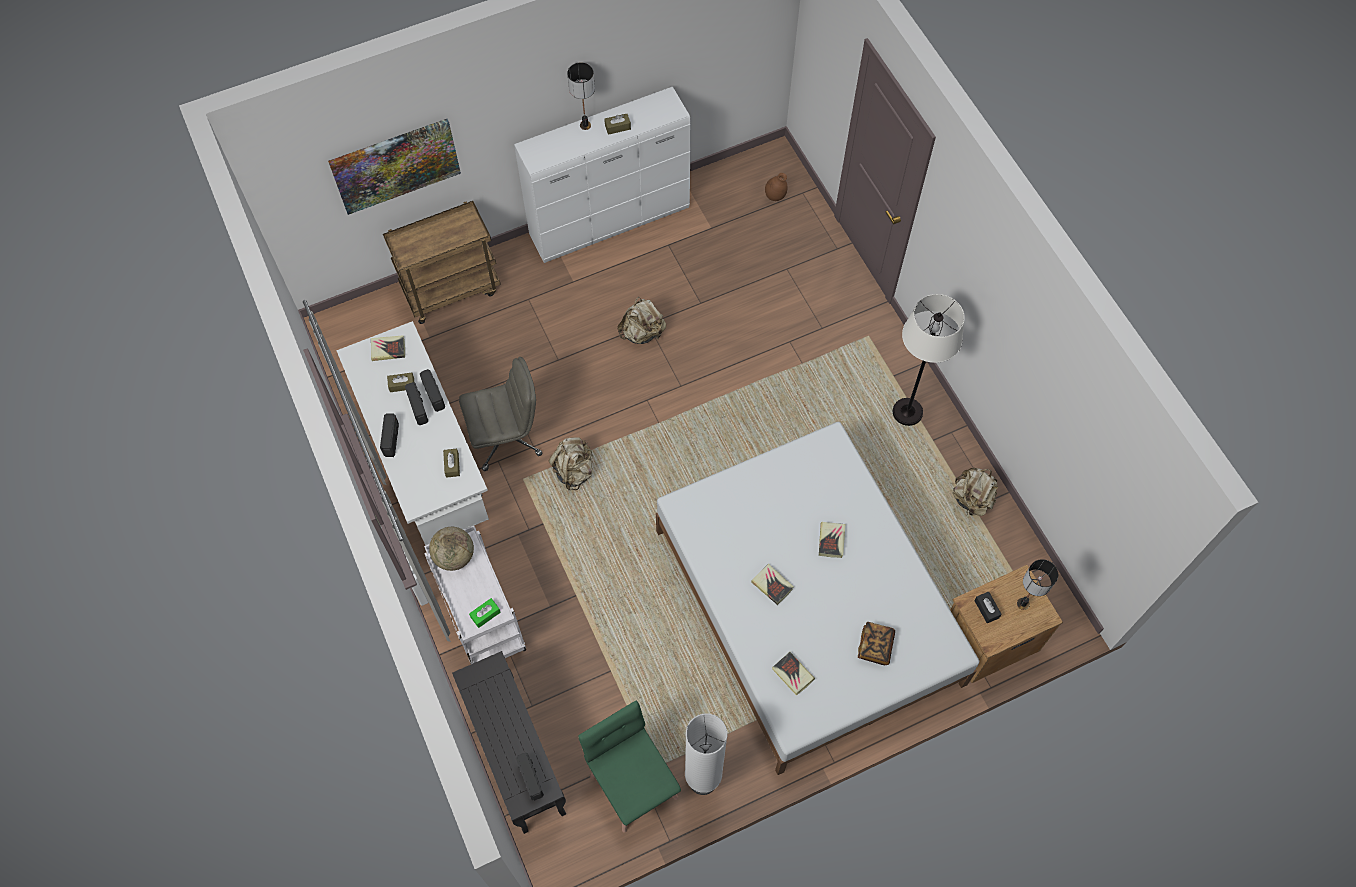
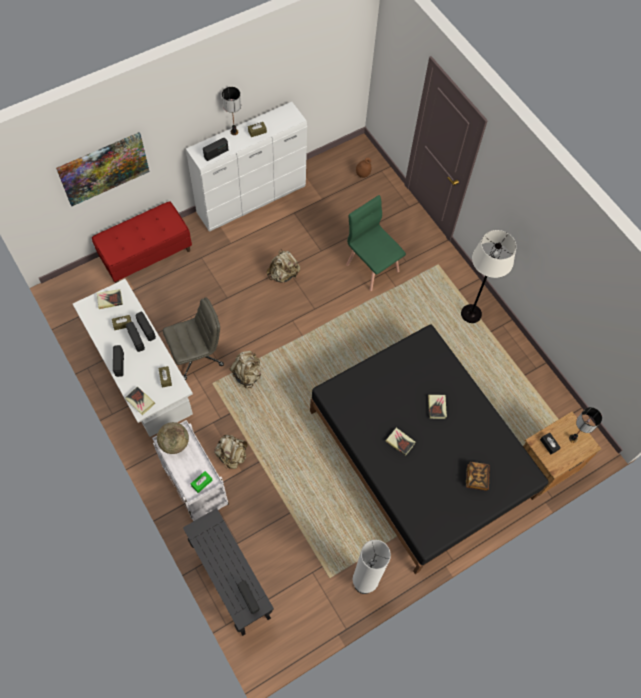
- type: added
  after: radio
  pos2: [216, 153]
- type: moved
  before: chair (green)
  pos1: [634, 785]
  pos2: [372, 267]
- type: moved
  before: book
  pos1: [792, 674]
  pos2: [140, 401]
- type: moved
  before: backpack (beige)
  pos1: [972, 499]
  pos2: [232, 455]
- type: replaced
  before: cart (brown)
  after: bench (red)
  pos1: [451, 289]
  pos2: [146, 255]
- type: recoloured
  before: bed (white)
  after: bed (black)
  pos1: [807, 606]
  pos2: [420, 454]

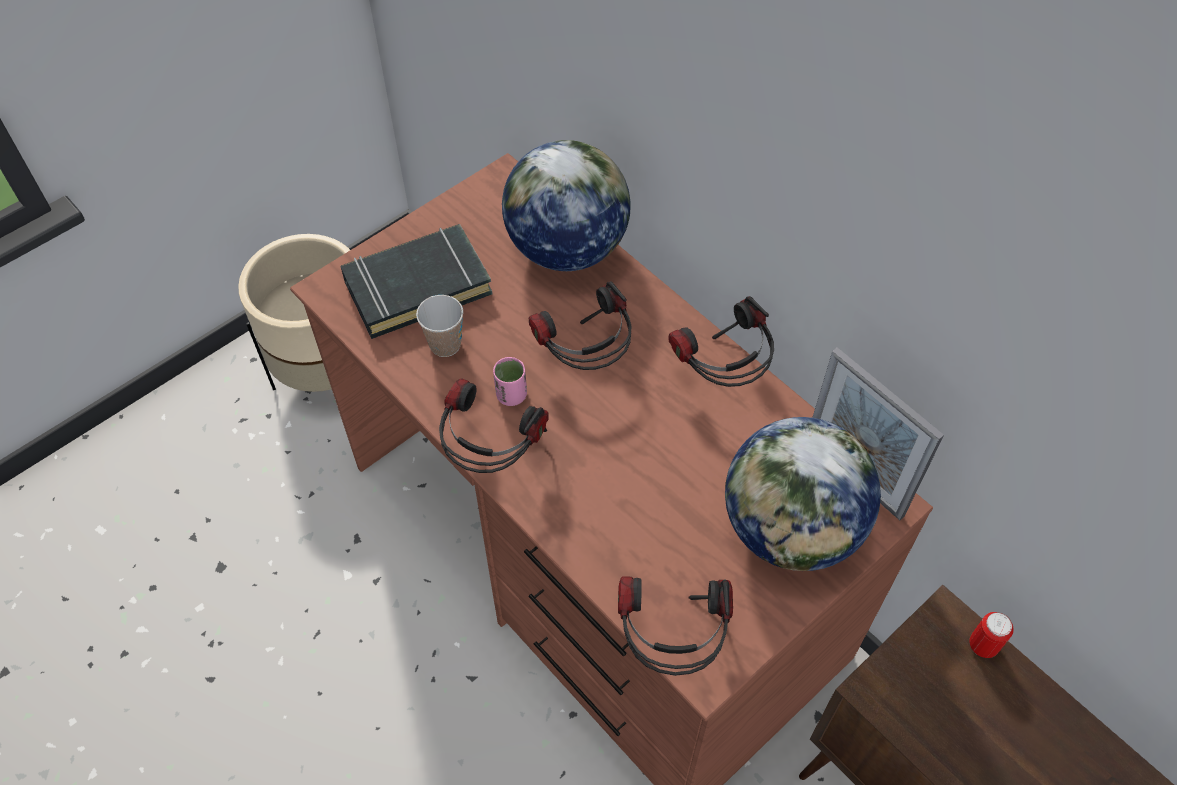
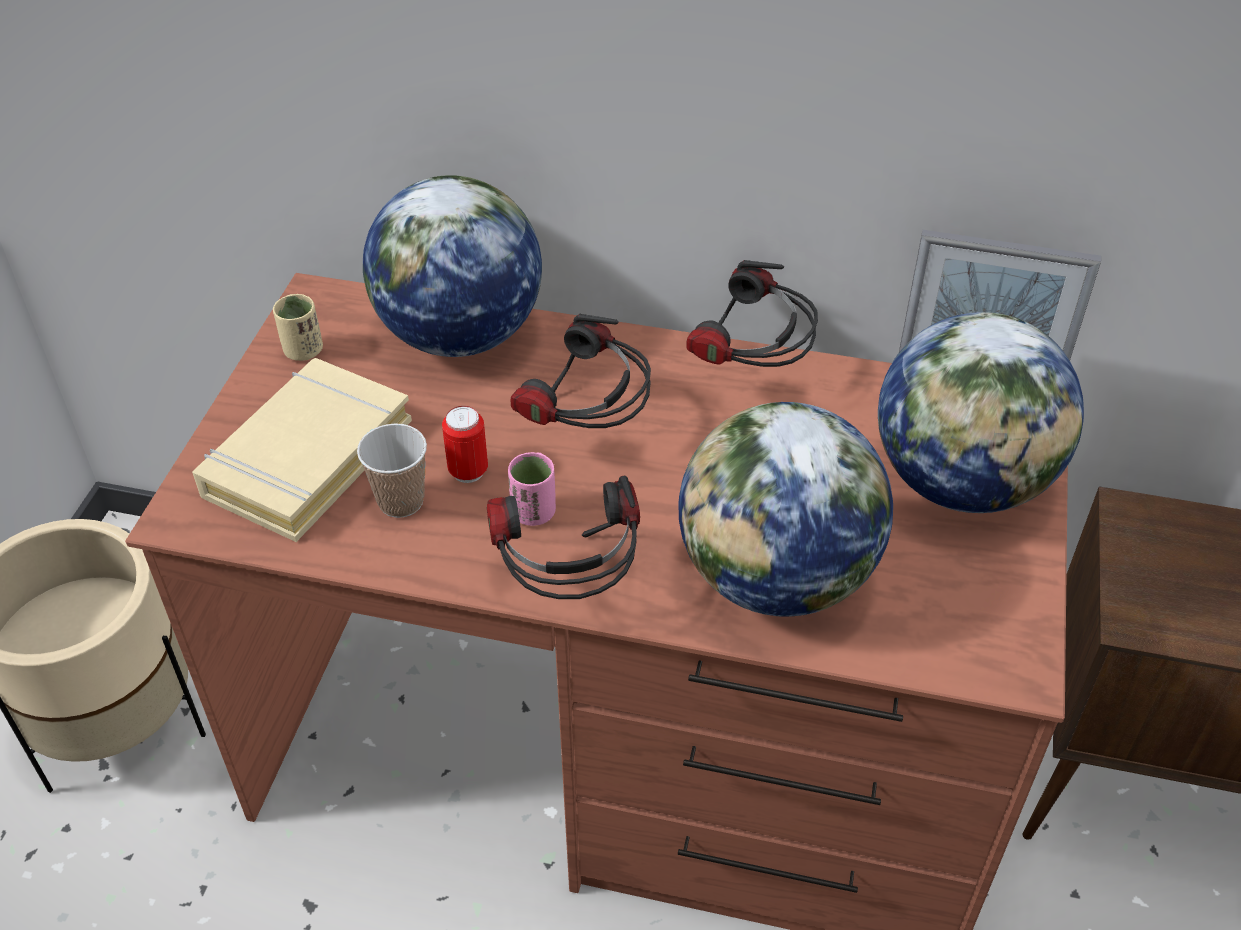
- type: removed
  before: headphones
  pos1: [671, 643]
- type: added
  after: cup (beige)
  pos2: [303, 351]
- type: added
  after: globe
  pos2: [776, 578]
- type: moved
  before: can
  pos1: [982, 646]
  pos2: [468, 471]
- type: recoloured
  before: book (black)
  after: book (beige)
  pos1: [417, 287]
  pos2: [306, 457]

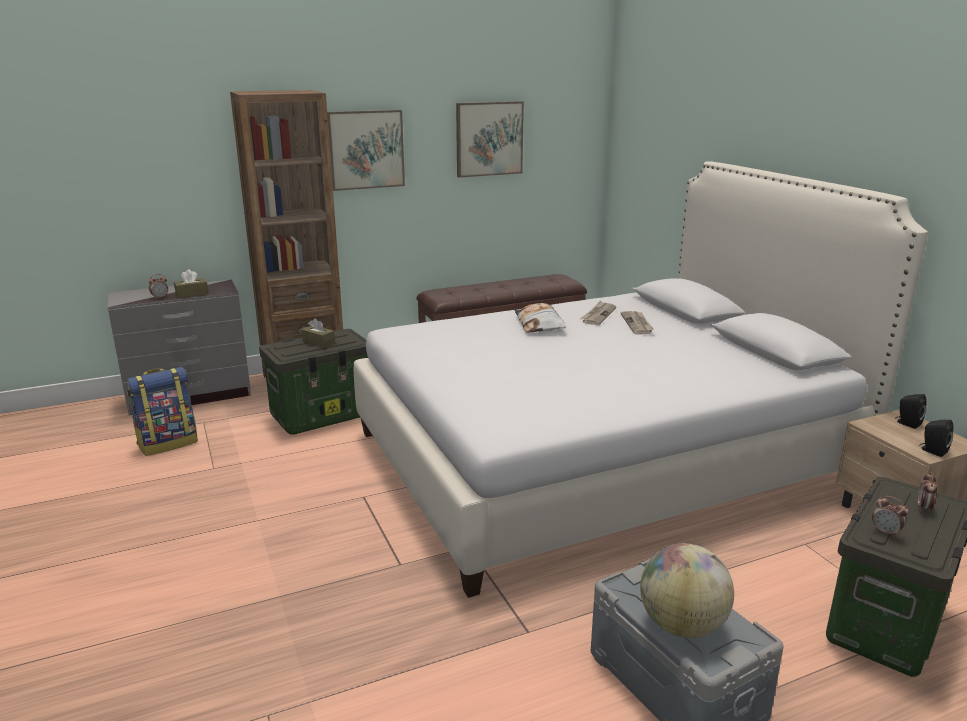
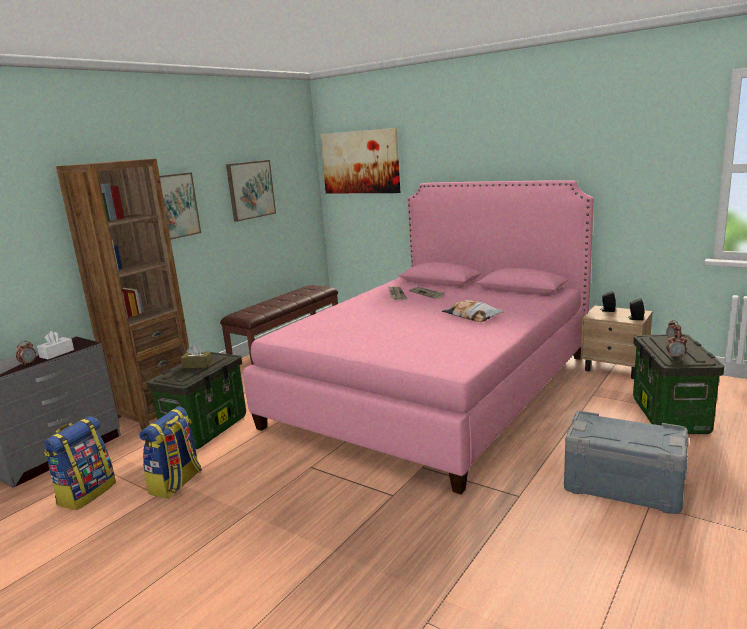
- type: removed
  before: globe
  pos1: [682, 625]
- type: added
  after: backpack
  pos2: [176, 483]
- type: added
  after: picture
  pos2: [360, 162]
- type: moved
  before: pillow
  pos1: [539, 324]
  pos2: [472, 316]
- type: recoloured
  before: tissue box (brown)
  after: tissue box (white)
  pos1: [192, 294]
  pos2: [57, 353]
- type: recoloured
  before: bed (white)
  after: bed (pink)
  pos1: [600, 456]
  pos2: [434, 389]

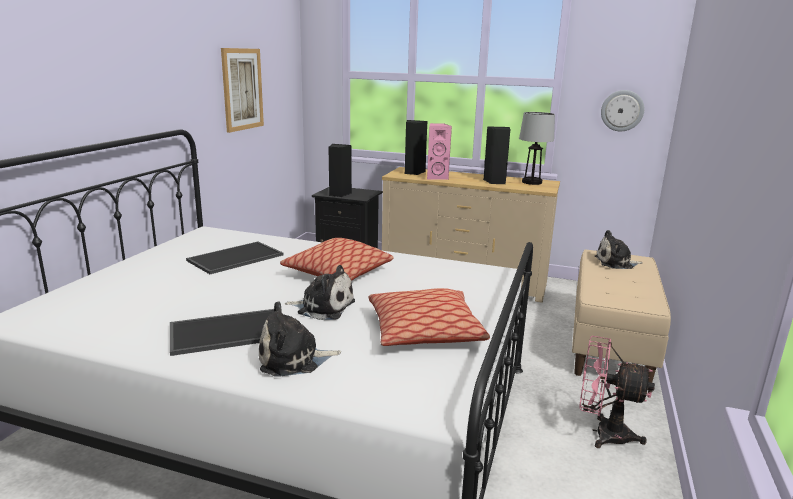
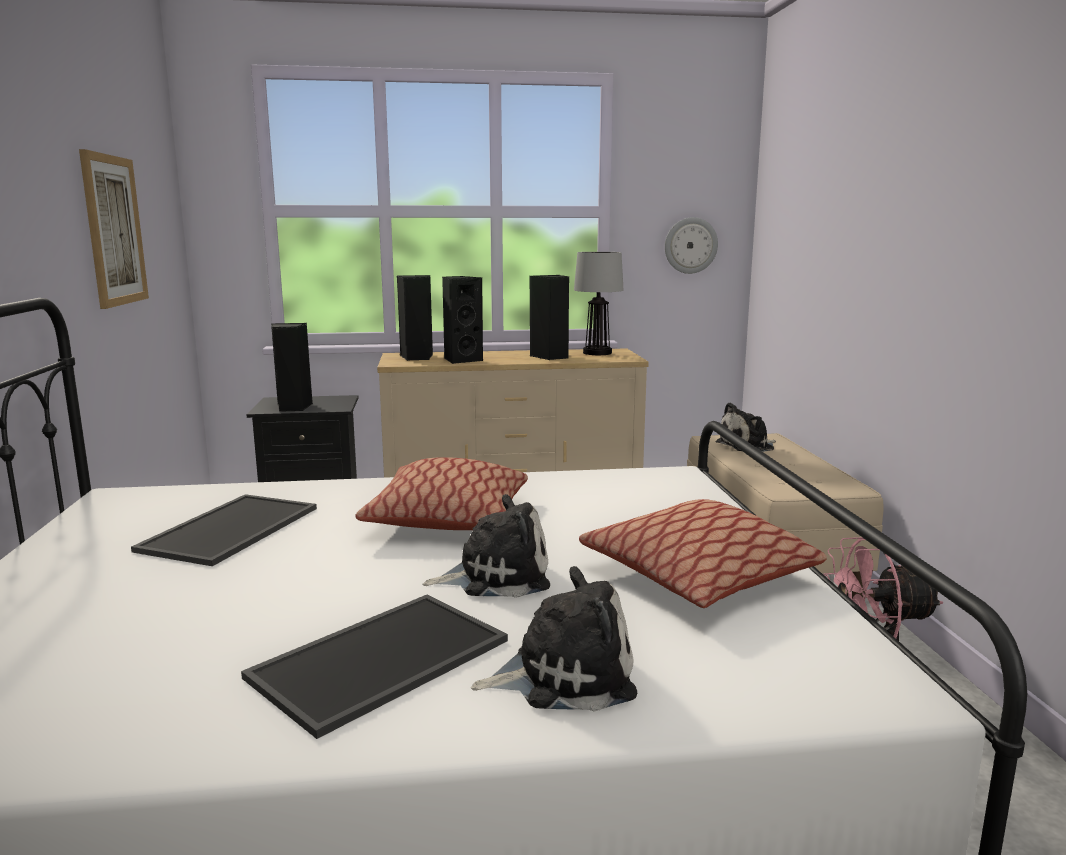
- type: recoloured
  before: speaker (pink)
  after: speaker (black)
  pos1: [436, 177]
  pos2: [461, 360]
- type: turned
  before: plush toy
  pos1: [293, 359]
  pos2: [564, 674]
  turn: -150

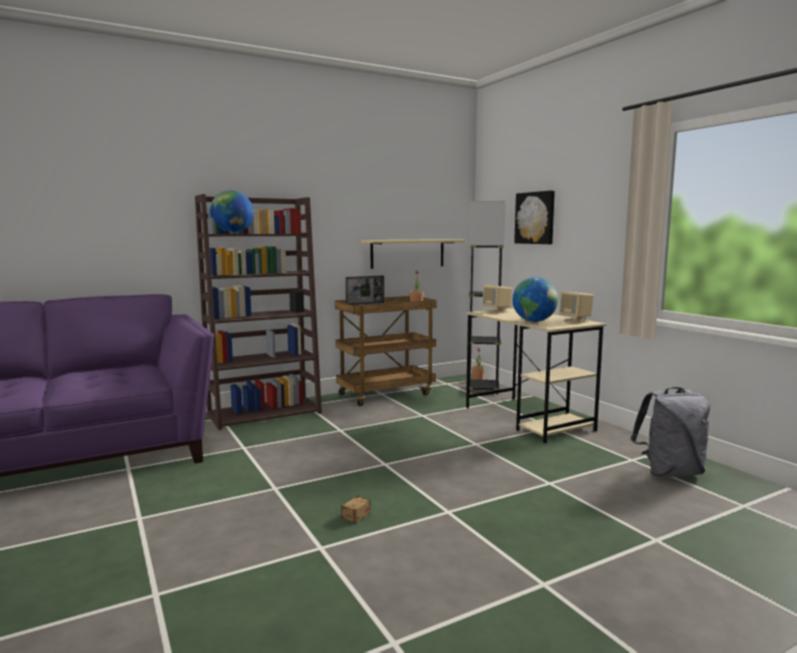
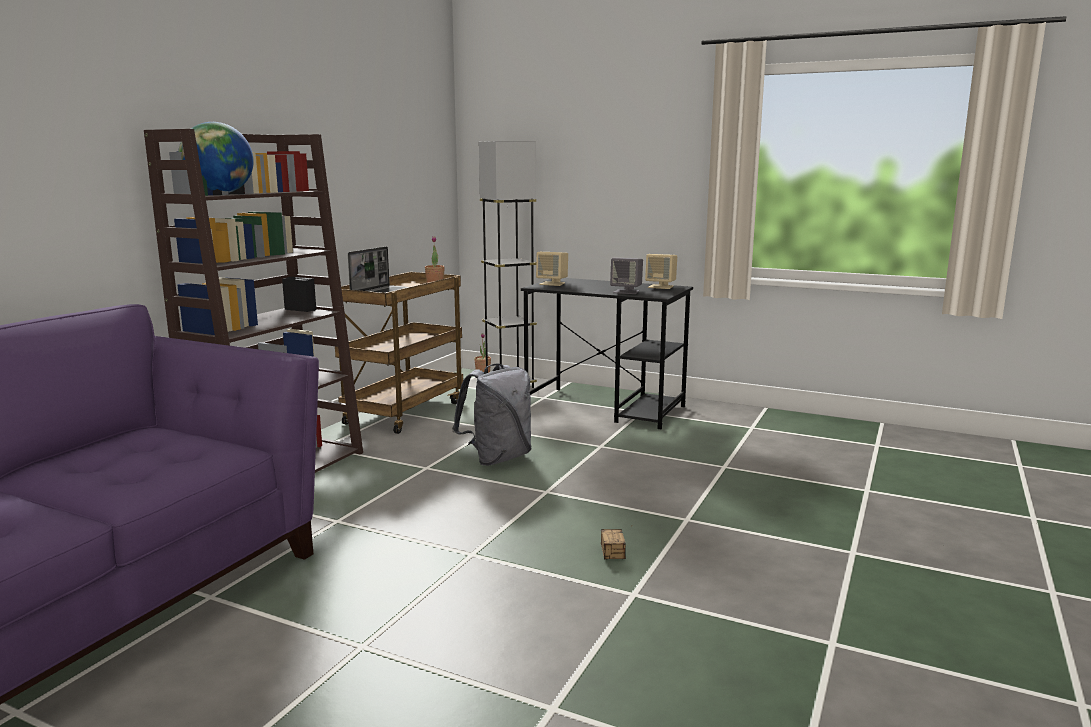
- type: removed
  before: shelf (beige)
  pos1: [407, 253]
- type: removed
  before: picture
  pos1: [535, 218]
- type: moved
  before: backpack (grey)
  pos1: [670, 472]
  pos2: [497, 458]
- type: replaced
  before: globe
  after: speaker (grey)
  pos1: [534, 321]
  pos2: [626, 292]
- type: recoloured
  before: desk (beige)
  after: desk (black)
  pos1: [528, 418]
  pos2: [606, 408]

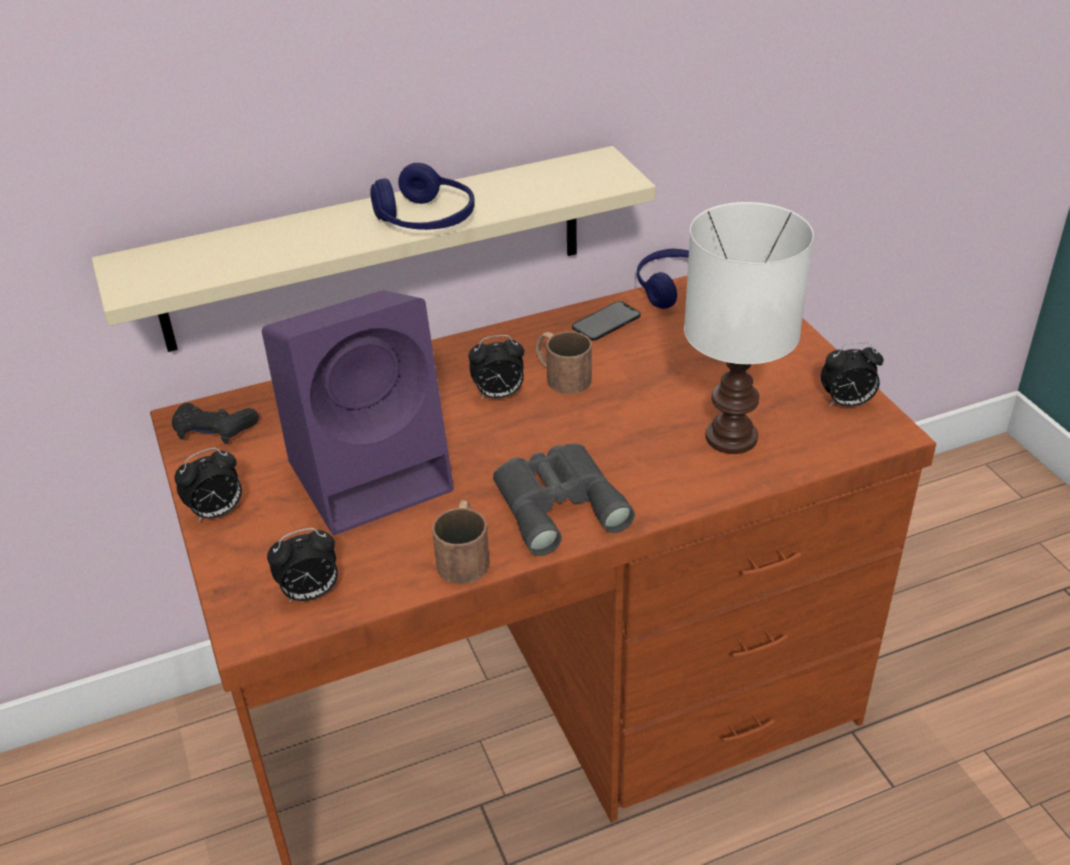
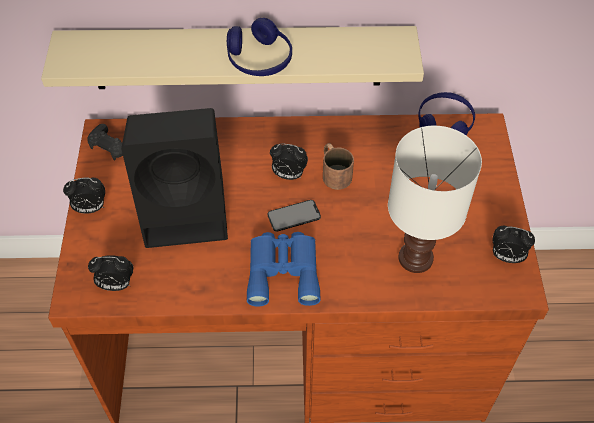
- type: removed
  before: mug (brown)
  pos1: [464, 554]
- type: moved
  before: phone
  pos1: [606, 321]
  pos2: [294, 216]
- type: recoloured
  before: speaker (purple)
  after: speaker (black)
  pos1: [373, 474]
  pos2: [188, 210]
- type: recoloured
  before: binoculars (grey)
  after: binoculars (blue)
  pos1: [557, 502]
  pos2: [283, 270]

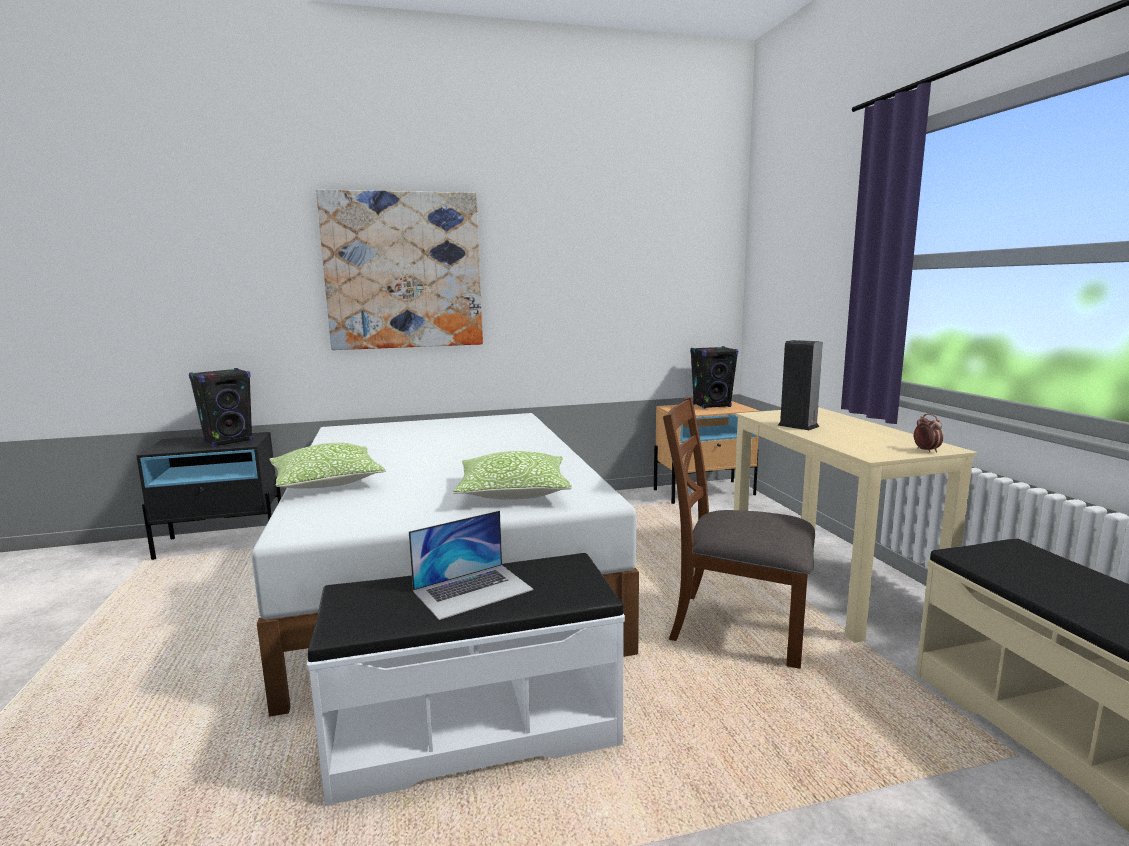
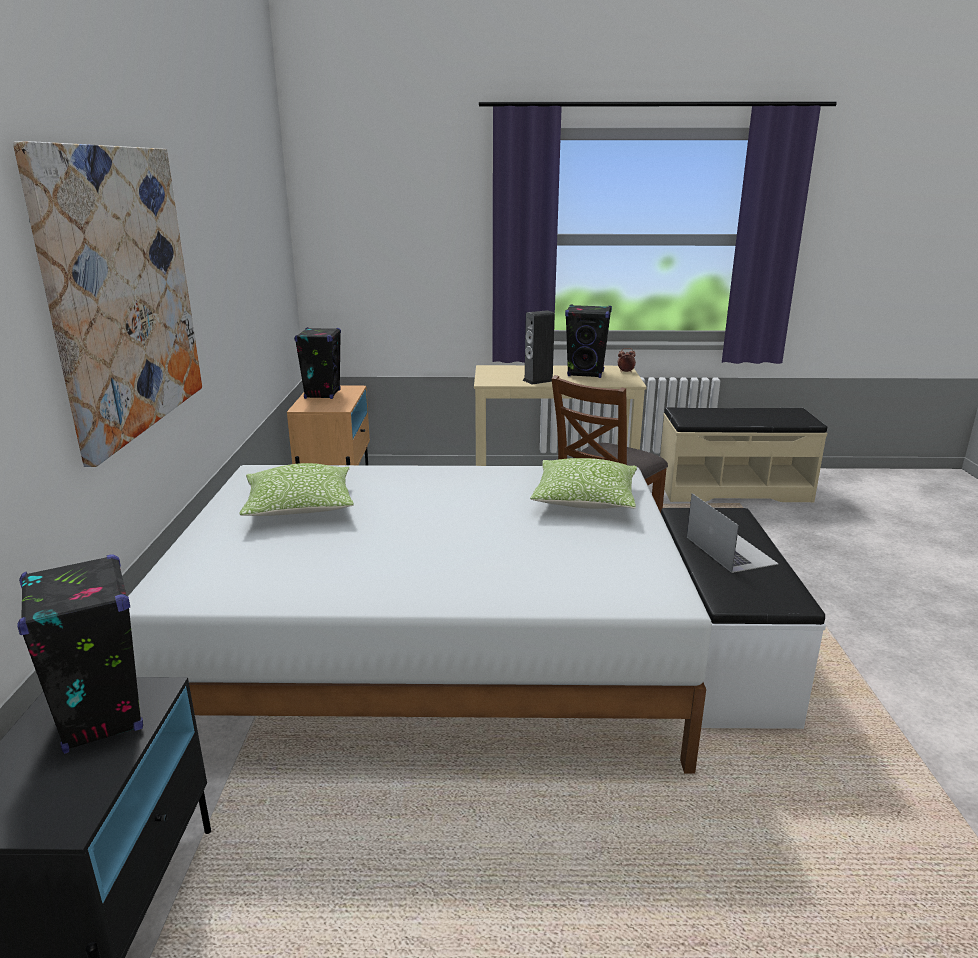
- type: added
  after: speaker (black)
  pos2: [586, 374]
- type: moved
  before: pillow
  pos1: [327, 482]
  pos2: [299, 507]

